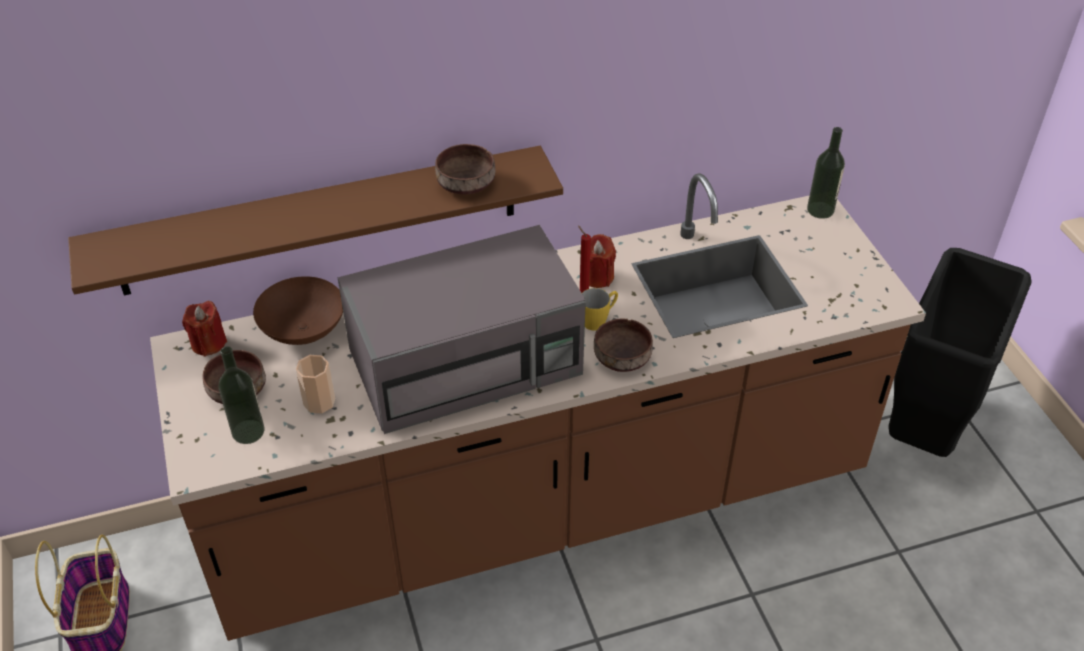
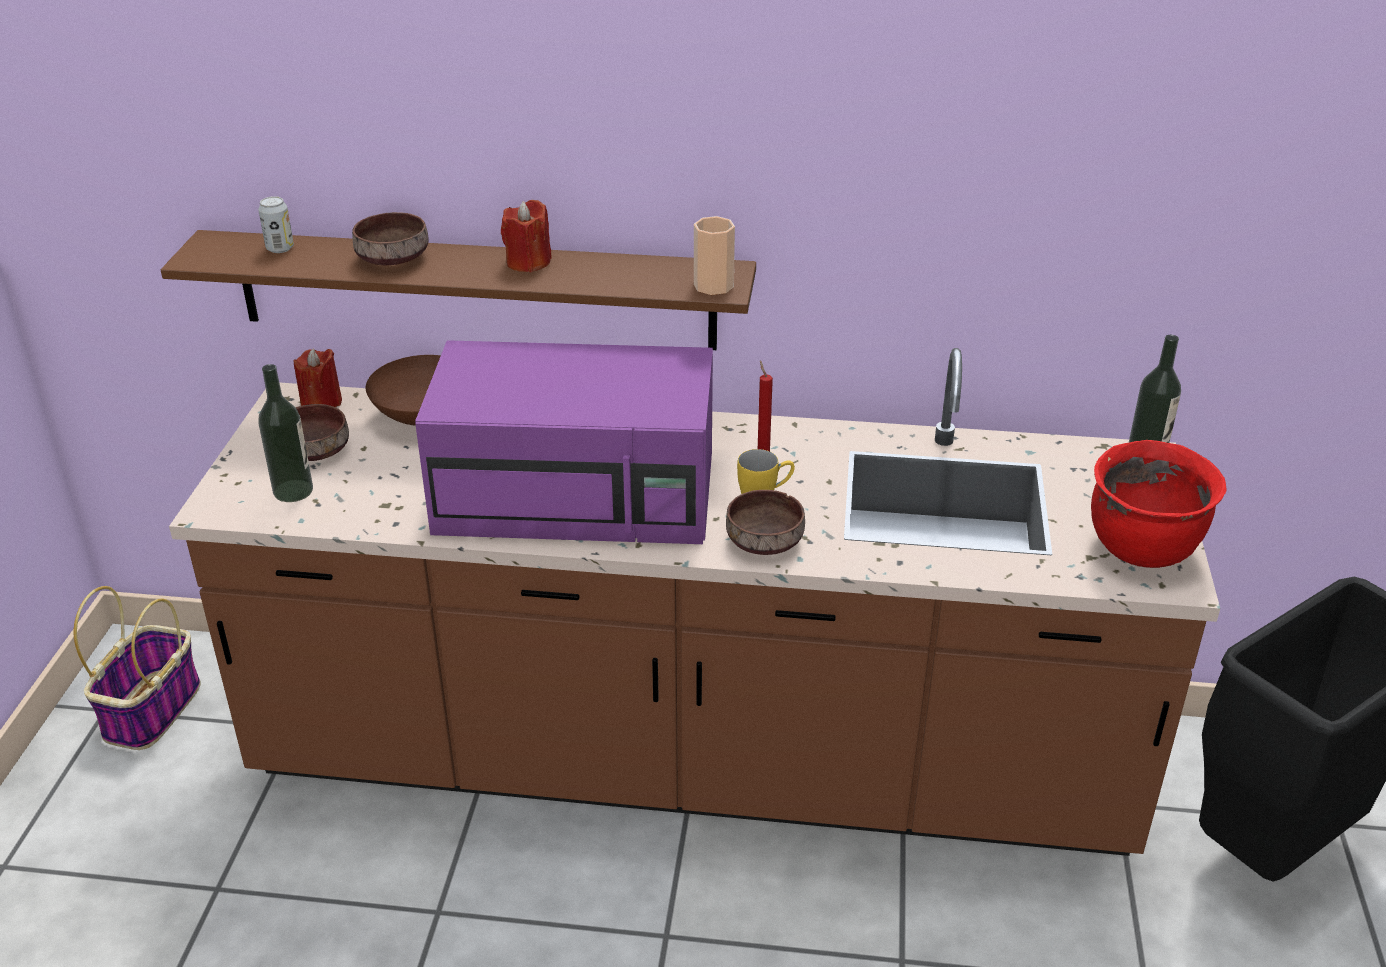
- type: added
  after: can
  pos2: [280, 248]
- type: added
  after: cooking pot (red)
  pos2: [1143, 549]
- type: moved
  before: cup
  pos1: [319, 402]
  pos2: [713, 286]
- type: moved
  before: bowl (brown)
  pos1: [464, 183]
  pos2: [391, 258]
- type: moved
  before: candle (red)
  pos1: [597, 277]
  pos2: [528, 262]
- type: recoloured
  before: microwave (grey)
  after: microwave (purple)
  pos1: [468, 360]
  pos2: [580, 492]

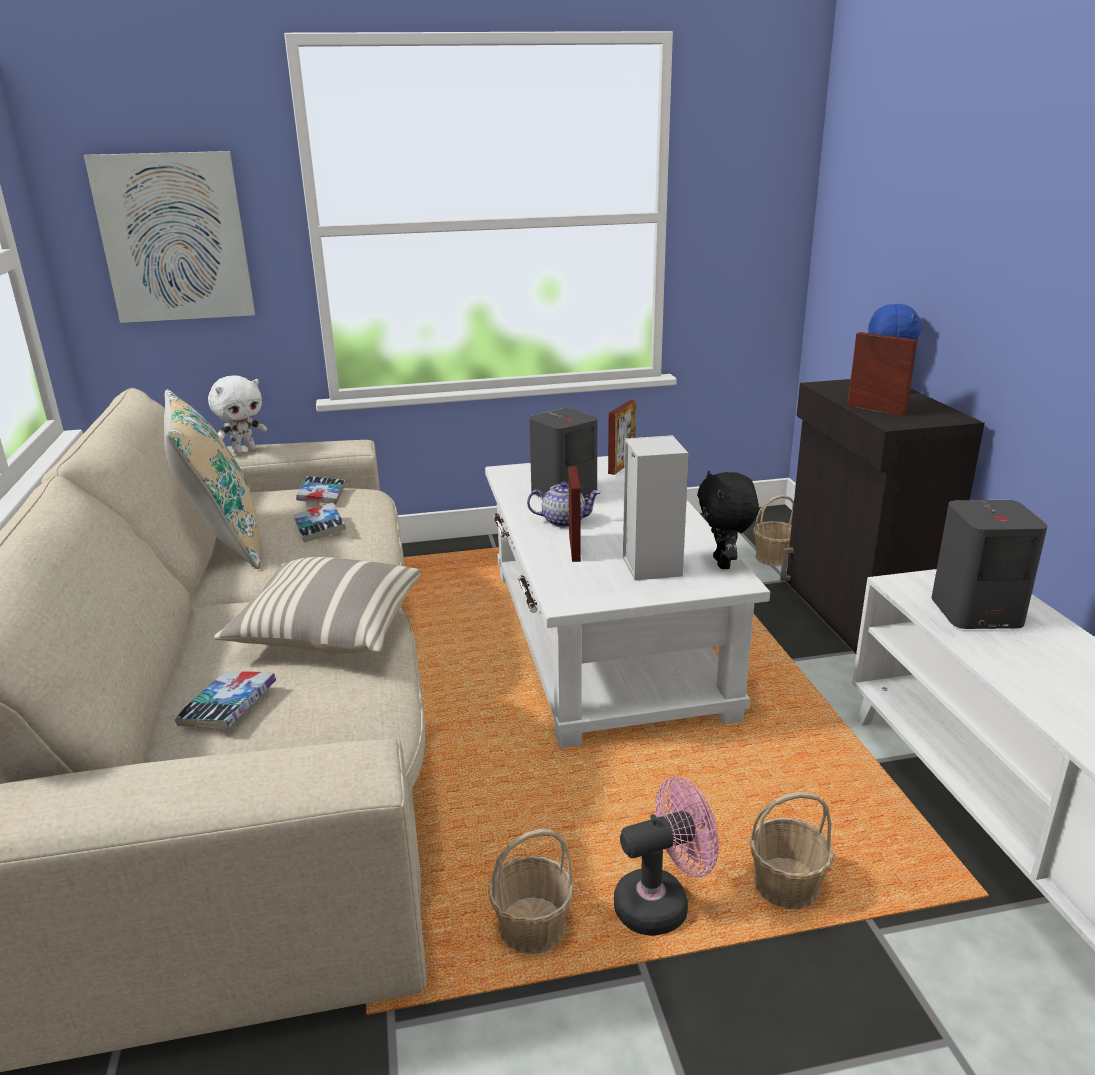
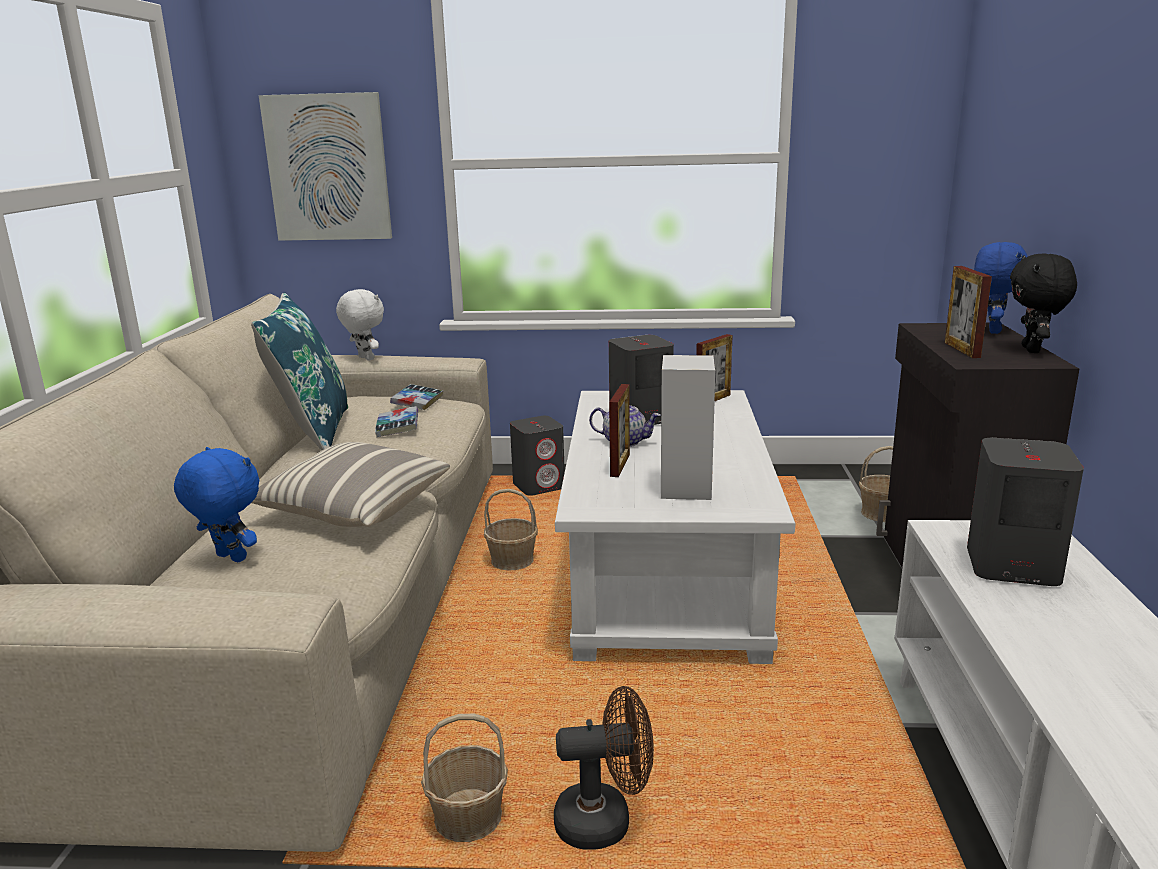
- type: added
  after: speaker (grey)
  pos2: [539, 485]
- type: moved
  before: plush toy (black)
  pos1: [724, 563]
  pos2: [1033, 350]
- type: moved
  before: basket
  pos1: [787, 886]
  pos2: [512, 561]
- type: replaced
  before: book
  after: plush toy (blue)
  pos1: [228, 707]
  pos2: [229, 558]
- type: recoloured
  before: pillow (beige)
  after: pillow (blue)
  pos1: [223, 542]
  pos2: [312, 432]
- type: recoloured
  before: fan (pink)
  after: fan (brown)
  pos1: [662, 903]
  pos2: [605, 820]
- type: turned
  before: plush toy (white)
  pos1: [244, 450]
  pos2: [364, 358]
  turn: -105
- type: turned
  before: picture frame
  pos1: [876, 409]
  pos2: [962, 350]
  turn: -150

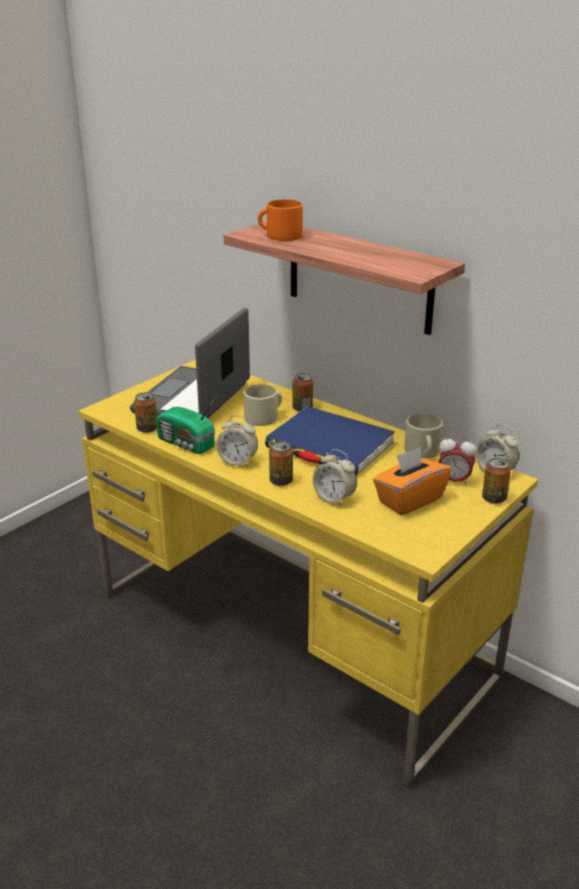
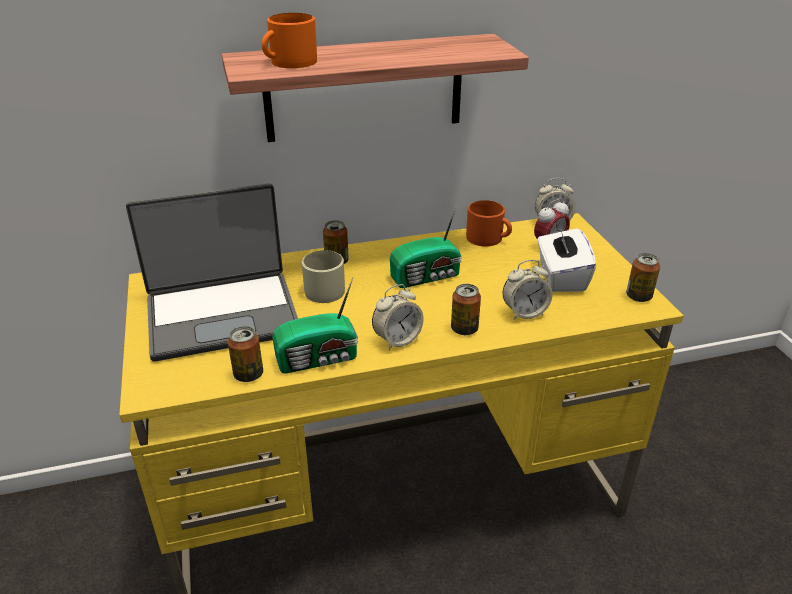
- type: moved
  before: can
  pos1: [494, 499]
  pos2: [638, 296]
- type: replaced
  before: book (blue)
  after: radio
  pos1: [329, 446]
  pos2: [427, 277]
- type: recoloured
  before: tissue box (orange)
  after: tissue box (white)
  pos1: [409, 500]
  pos2: [561, 277]
- type: recoloured
  before: mug (beige)
  after: mug (orange)
  pos1: [423, 452]
  pos2: [488, 238]
- type: turned
  before: laptop
  pos1: [194, 398]
  pos2: [222, 315]
  turn: -75

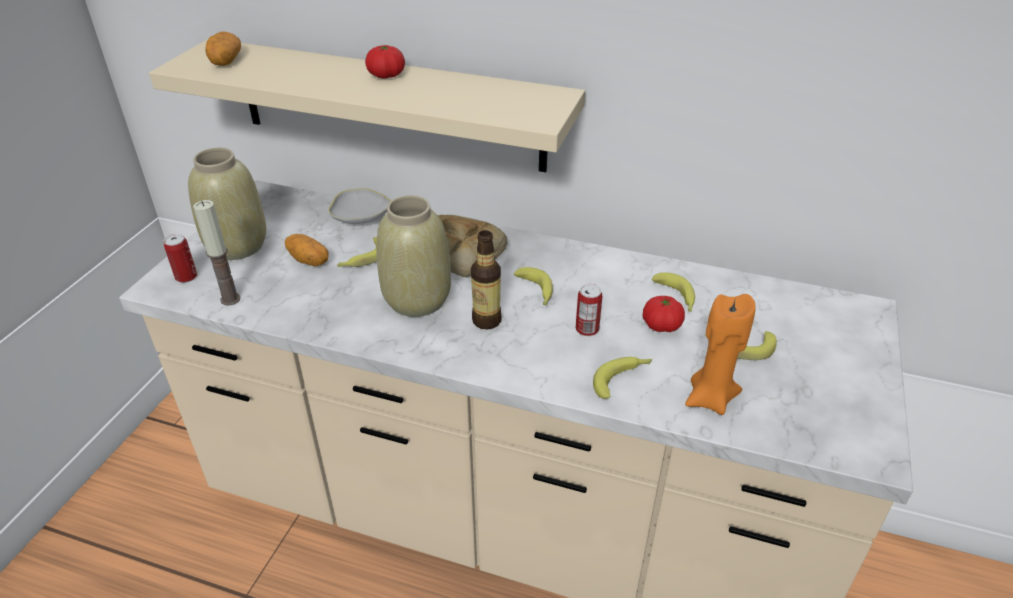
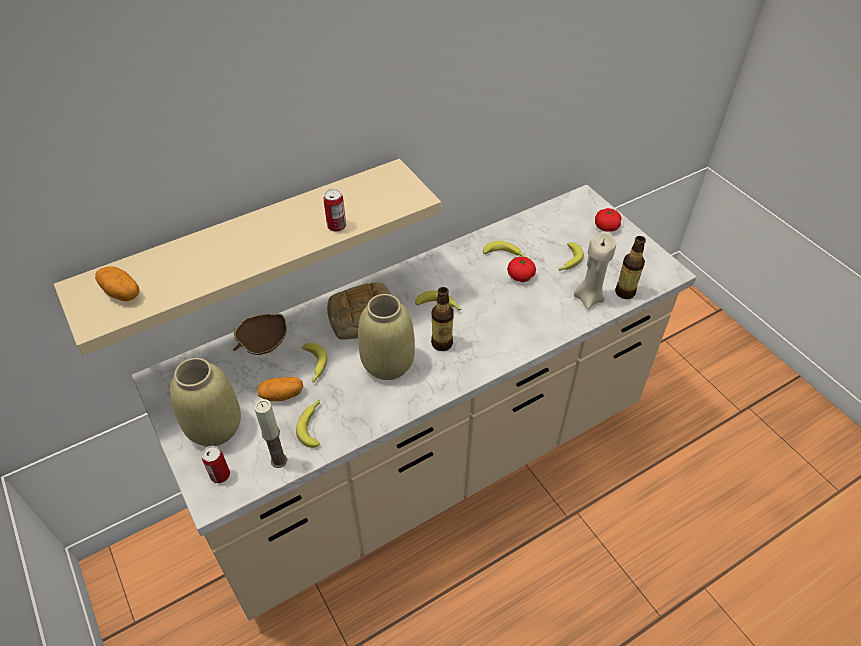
- type: added
  after: bottle
  pos2: [625, 292]
- type: moved
  before: tomato
  pos1: [386, 75]
  pos2: [606, 227]
- type: moved
  before: can
  pos1: [587, 329]
  pos2: [336, 226]
- type: moved
  before: banana
  pos1: [622, 379]
  pos2: [313, 425]
- type: recoloured
  before: bowl (white)
  after: bowl (brown)
  pos1: [359, 218]
  pos2: [262, 342]
- type: recoloured
  before: candle (orange)
  after: candle (beige)
  pos1: [710, 399]
  pos2: [588, 298]

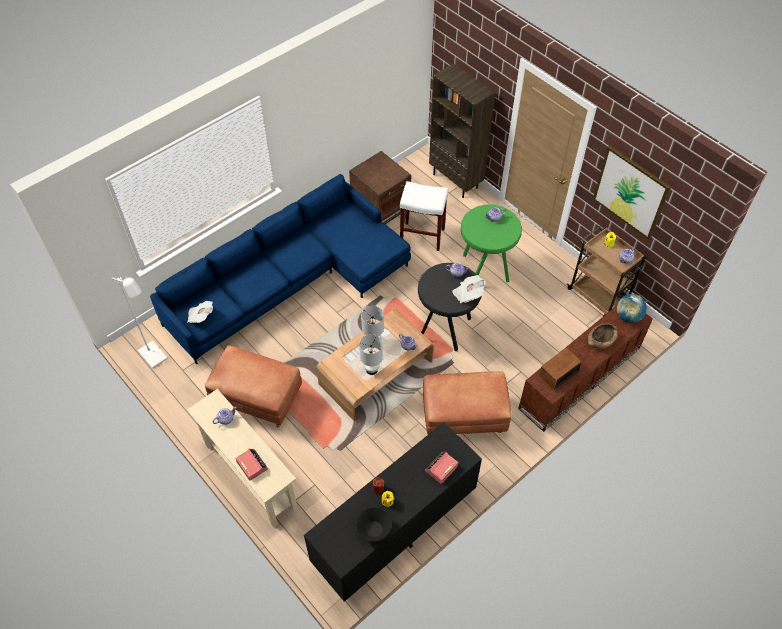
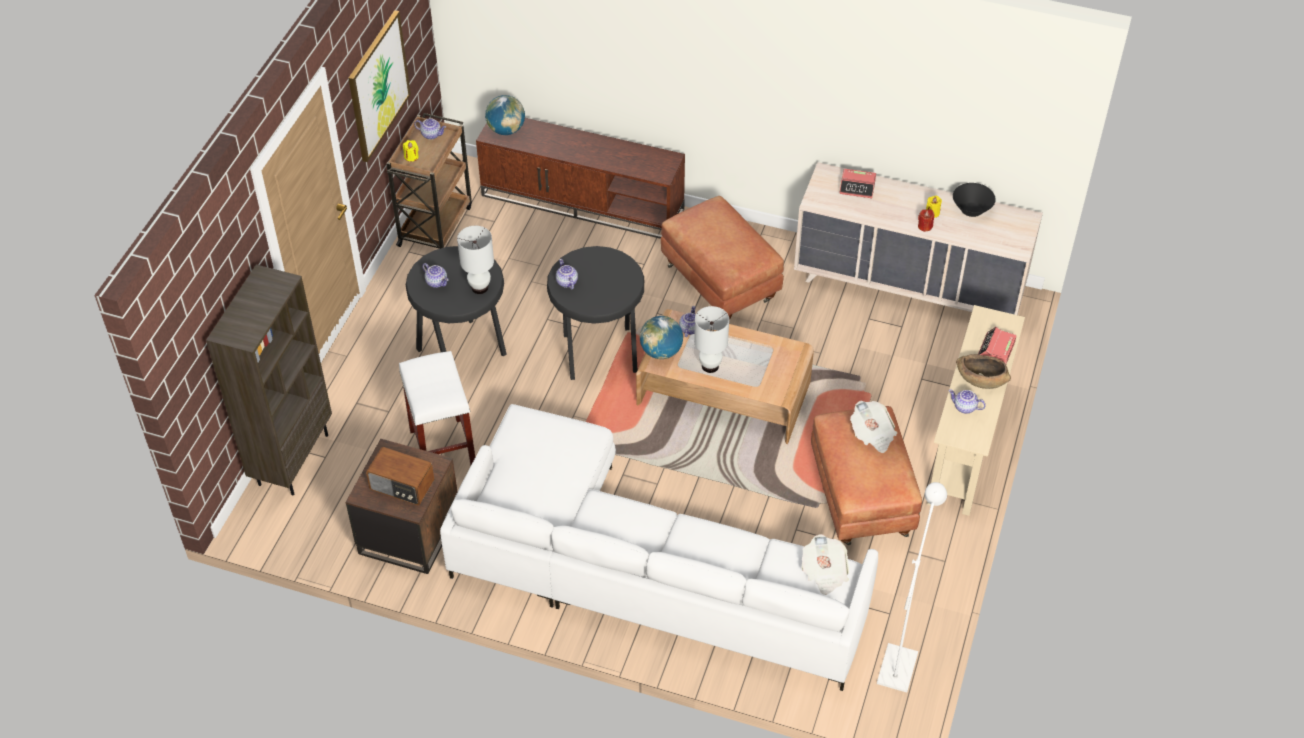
- type: added
  after: globe
  pos2: [661, 352]
- type: moved
  before: table lamp (white)
  pos1: [371, 370]
  pos2: [480, 287]
- type: moved
  before: newspaper
  pos1: [468, 294]
  pos2: [872, 434]
- type: moved
  before: radio
  pos1: [557, 373]
  pos2: [402, 486]
- type: moved
  before: bowl (brown)
  pos1: [600, 340]
  pos2: [980, 379]
- type: recoloured
  before: sofa (blue)
  after: sofa (white)
  pos1: [291, 281]
  pos2: [641, 569]
- type: recoloured
  before: dresser (black)
  after: dresser (beige)
  pos1: [394, 529]
  pos2: [909, 285]
- type: recoloured
  before: stool (green)
  after: stool (black)
  pos1: [485, 269]
  pos2: [463, 352]

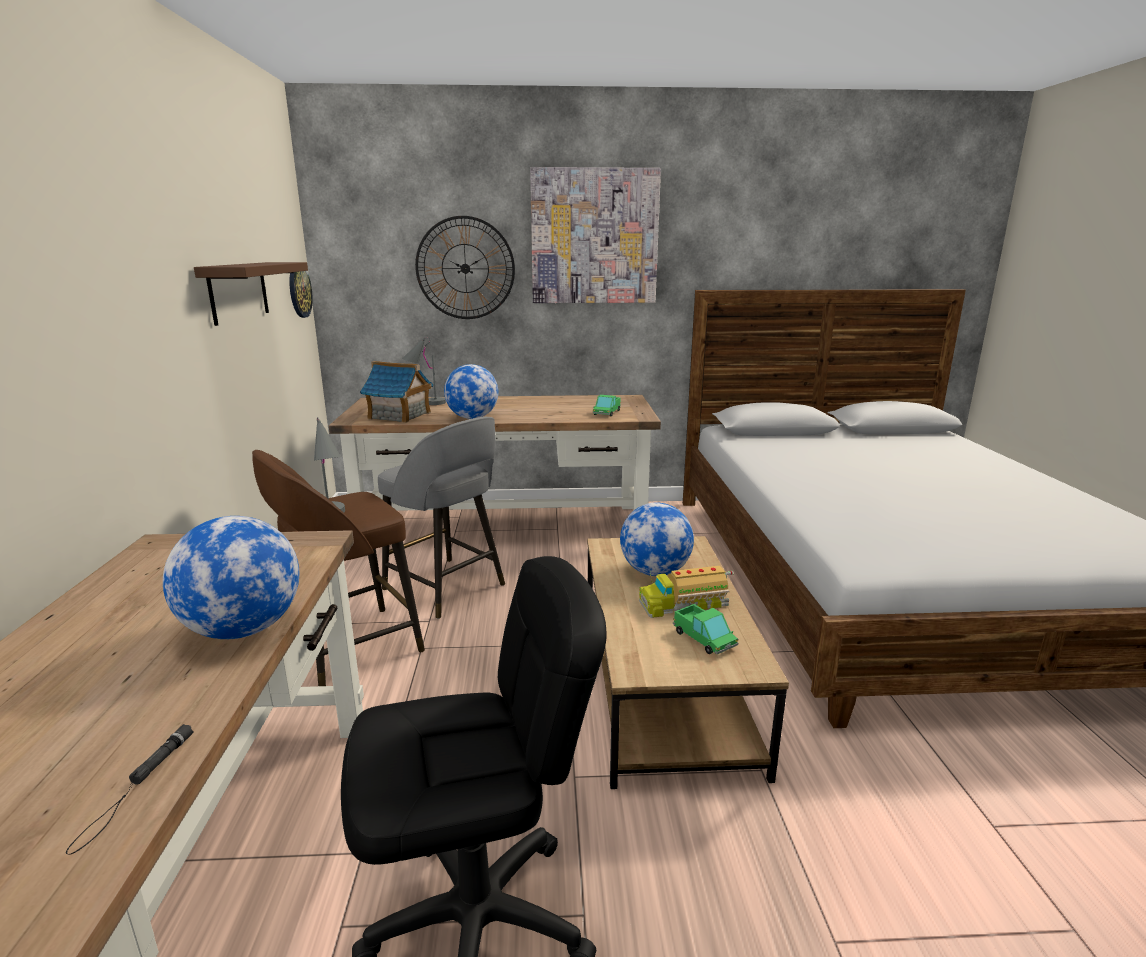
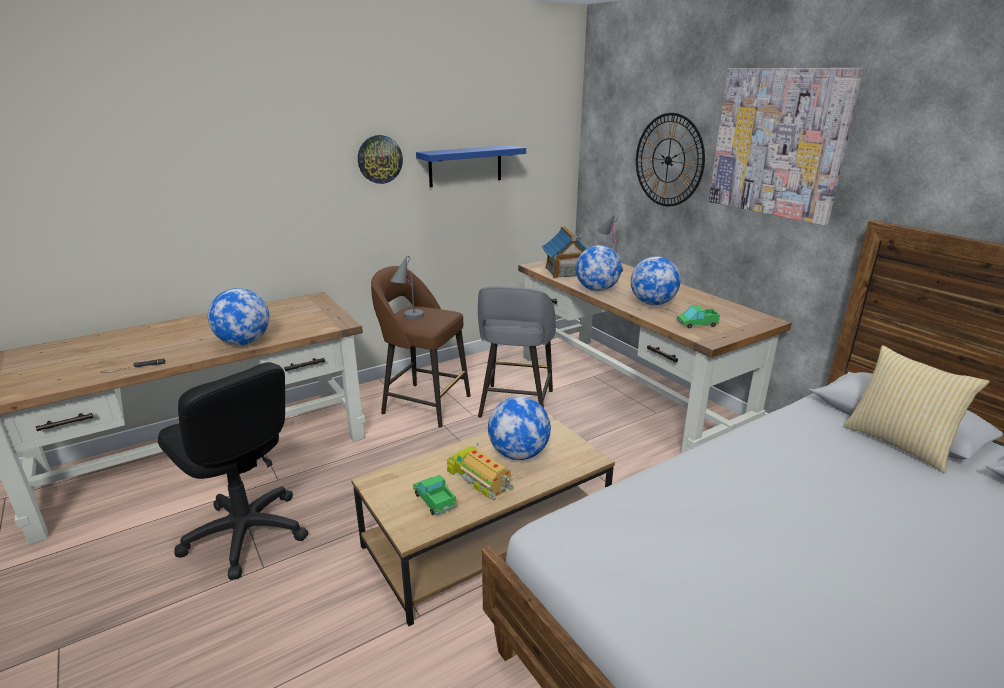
- type: added
  after: globe
  pos2: [652, 303]
- type: added
  after: pillow
  pos2: [899, 443]
- type: moved
  before: wall clock
  pos1: [299, 290]
  pos2: [379, 159]
- type: recoloured
  before: shelf (brown)
  after: shelf (blue)
  pos1: [238, 291]
  pos2: [465, 166]
- type: turned
  before: toy truck
  pos1: [704, 639]
  pos2: [434, 500]
  turn: 120

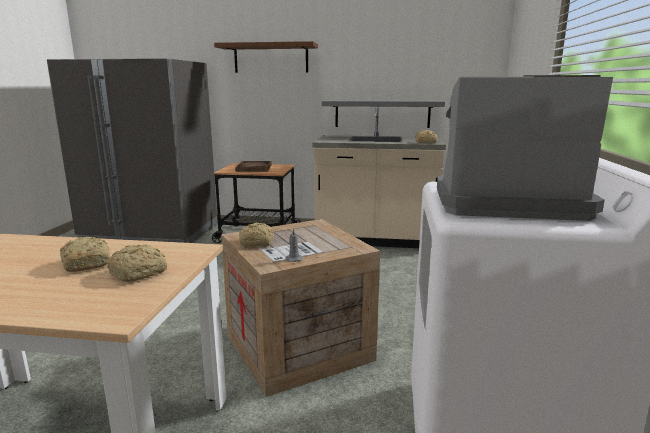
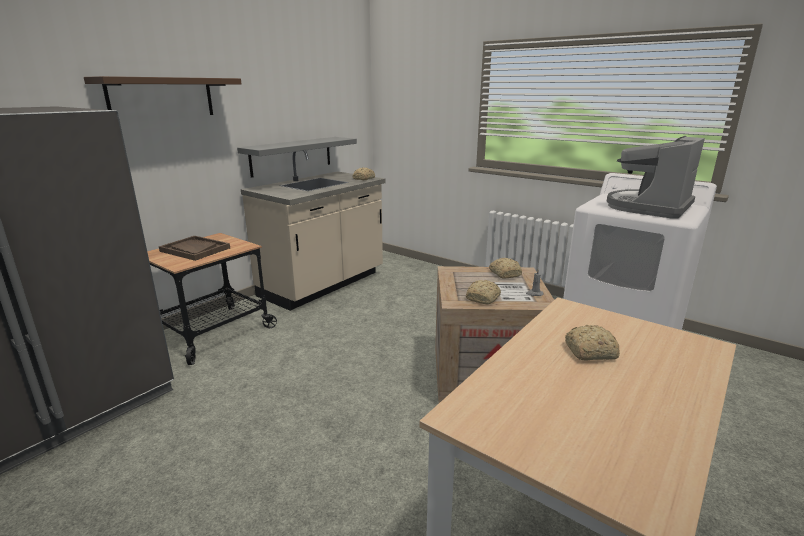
- type: moved
  before: bread
  pos1: [140, 273]
  pos2: [505, 274]

